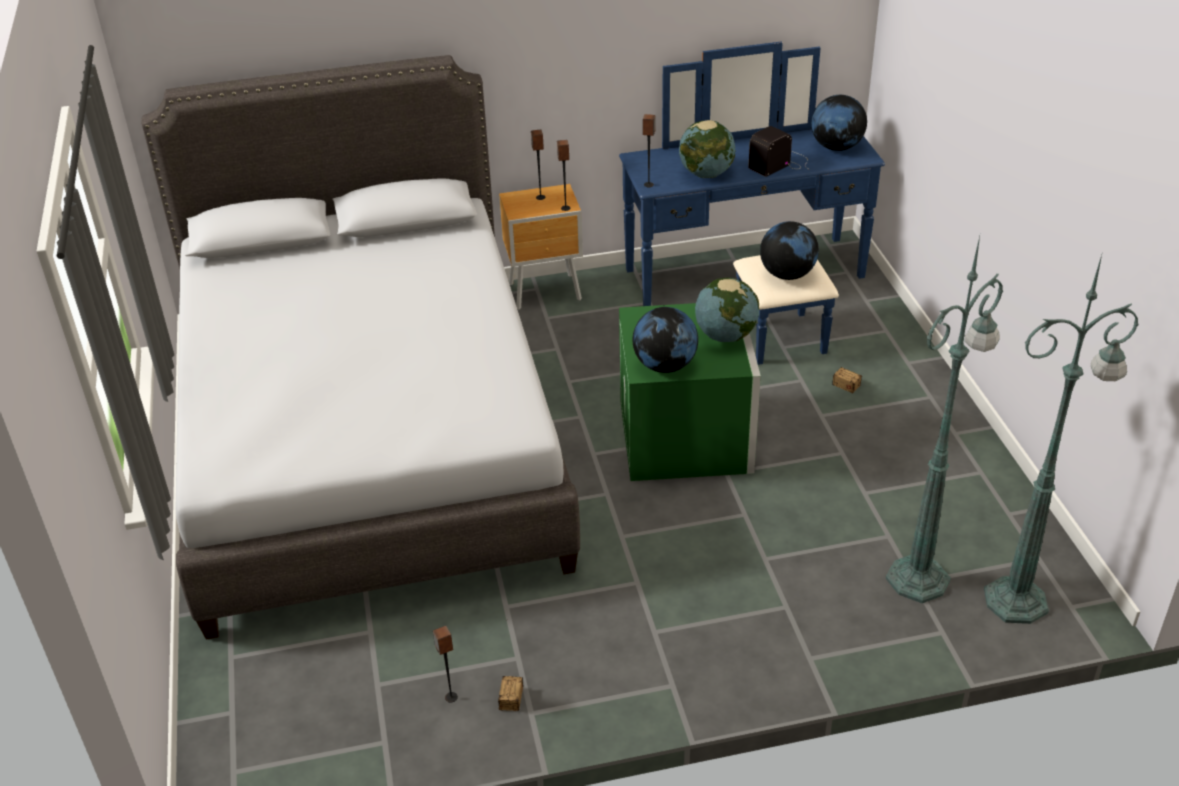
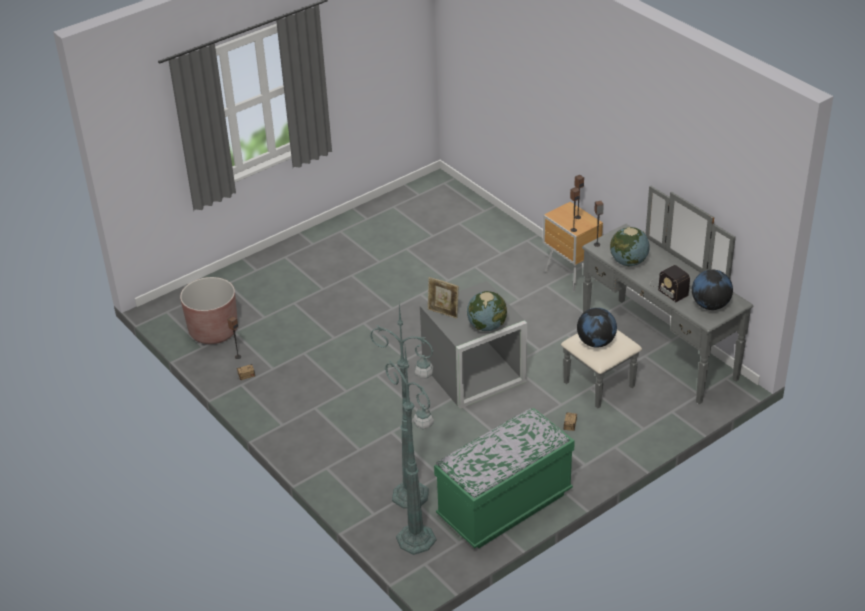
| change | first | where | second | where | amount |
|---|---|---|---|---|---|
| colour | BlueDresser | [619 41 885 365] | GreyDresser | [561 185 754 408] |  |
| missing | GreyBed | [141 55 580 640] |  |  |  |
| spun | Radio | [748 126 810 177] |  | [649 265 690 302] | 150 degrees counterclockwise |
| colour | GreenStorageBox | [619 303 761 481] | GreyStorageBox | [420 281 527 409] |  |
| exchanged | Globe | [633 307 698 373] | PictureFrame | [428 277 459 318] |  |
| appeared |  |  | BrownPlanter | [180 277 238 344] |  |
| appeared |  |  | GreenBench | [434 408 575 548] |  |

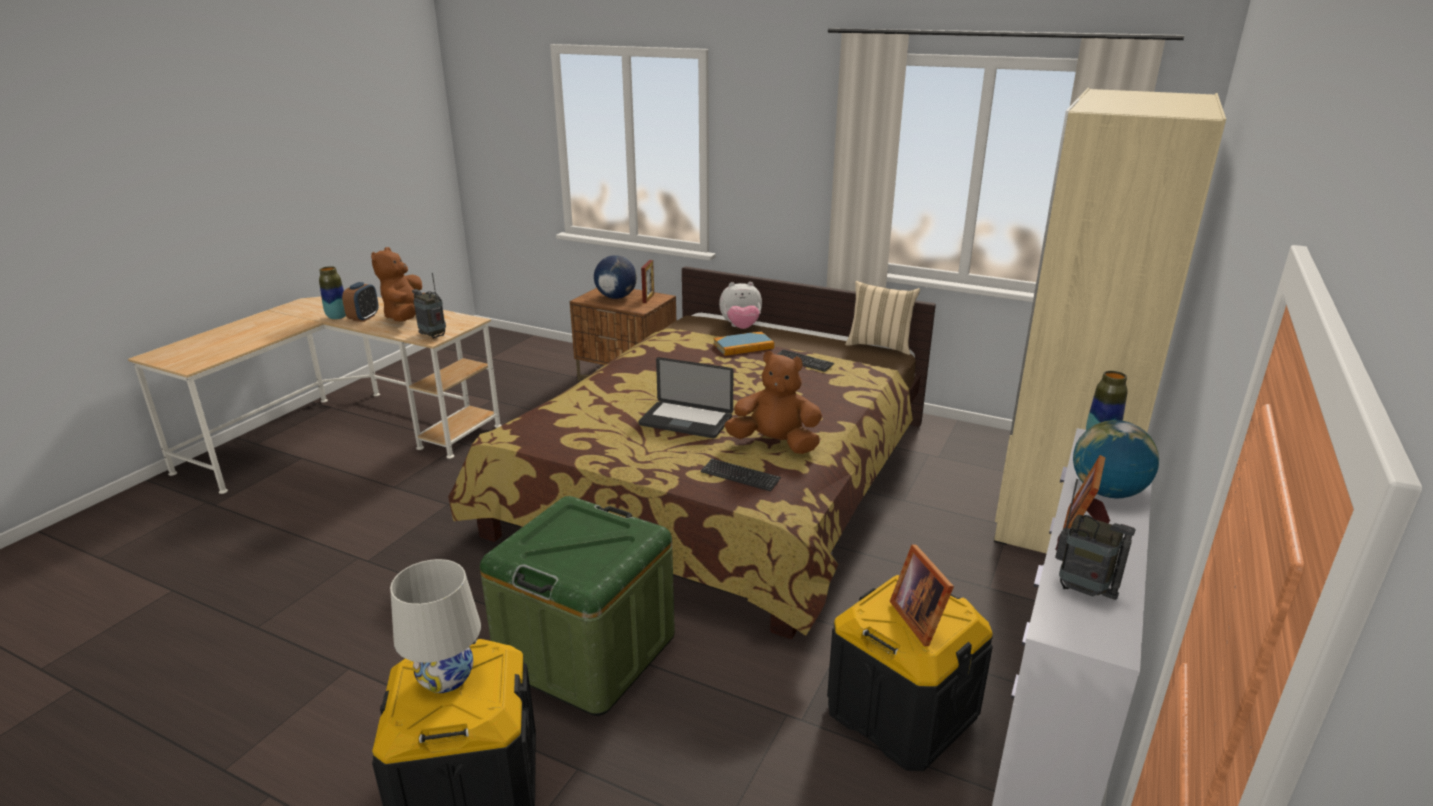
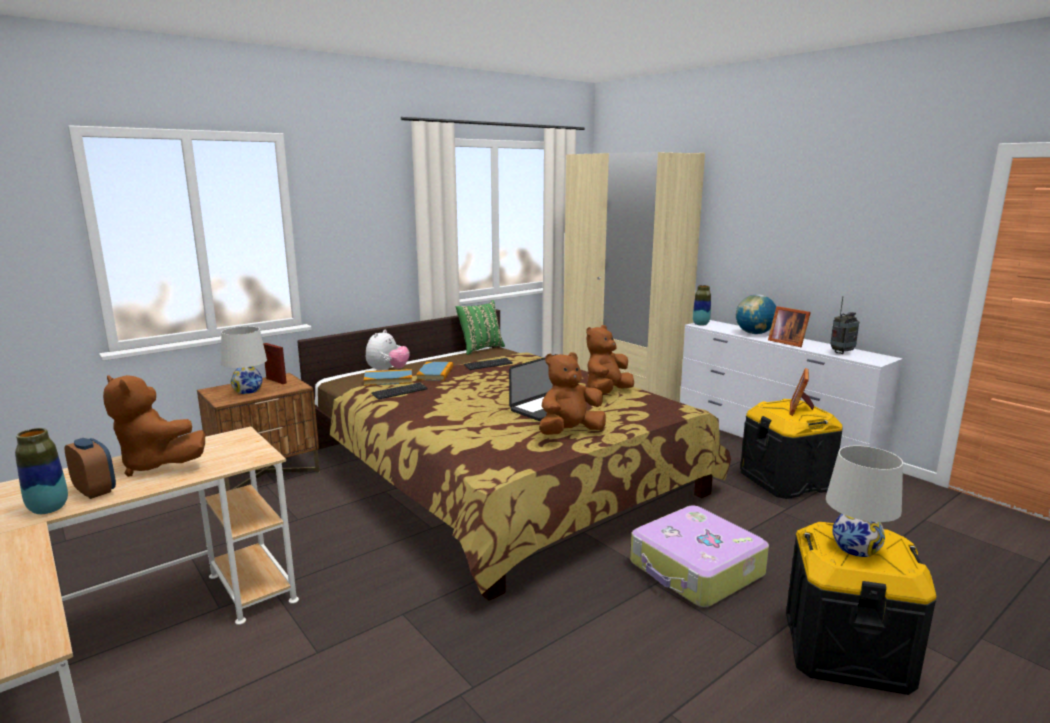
| change | first | where | second | where | amount |
|---|---|---|---|---|---|
| exchanged | Globe | [594 255 637 299] | WhiteTableLamp | [221 326 267 394] |  |
| missing | Radio | [412 273 446 339] |  |  |  |
| colour | BeigePillow | [845 281 920 355] | GreenPillow | [456 300 505 355] |  |
| relocated | Keyboard | [701 459 781 491] |  | [372 382 428 400] |  |
| exchanged | GreenStorageBox | [480 496 675 716] | Suitcase | [630 505 769 607] |  |
| spun | PictureFrame | [890 544 954 646] |  | [789 368 815 416] | 105 degrees clockwise |
| appeared |  |  | BrownPlushToy | [539 352 606 435] |  |
| appeared |  |  | Book | [364 369 412 386] |  |

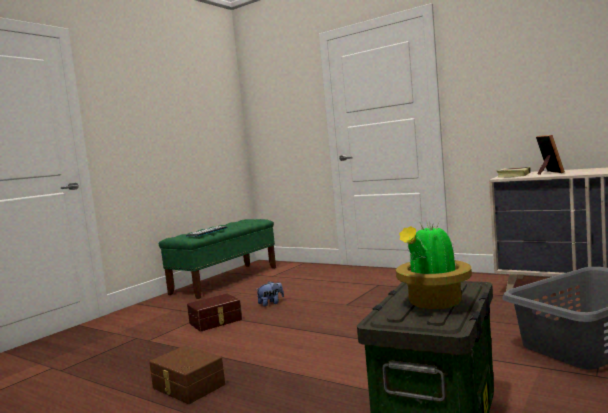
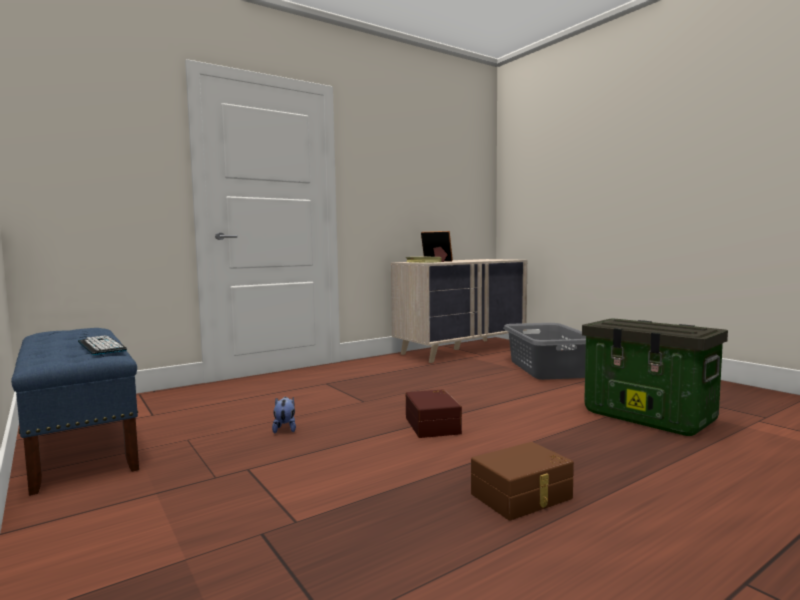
| change | first | where | second | where | amount |
|---|---|---|---|---|---|
| colour | GreenBench | [159 219 276 299] | BlueBench | [11 328 139 496] |  |
| missing | PottedPlant | [396 223 472 309] |  |  |  |
| relocated | BrownStorageBox | [187 294 242 332] |  | [406 389 462 438] |  |

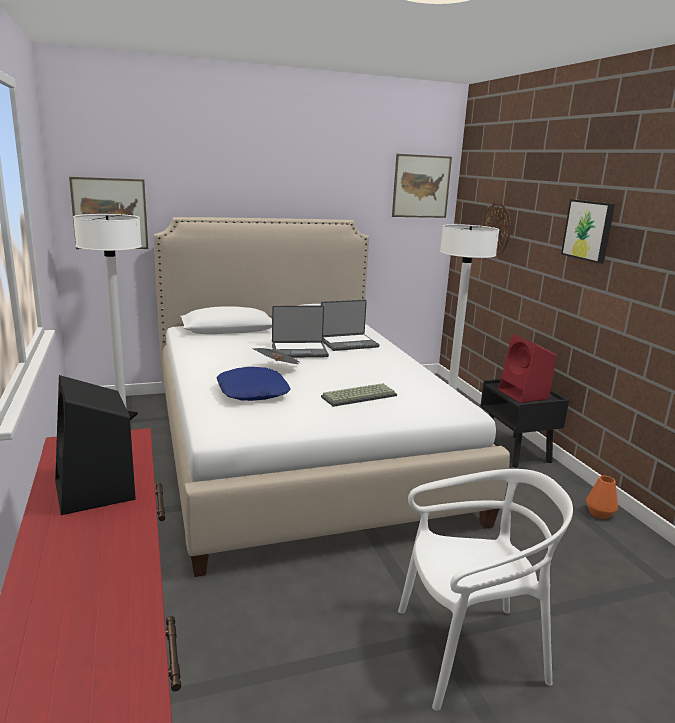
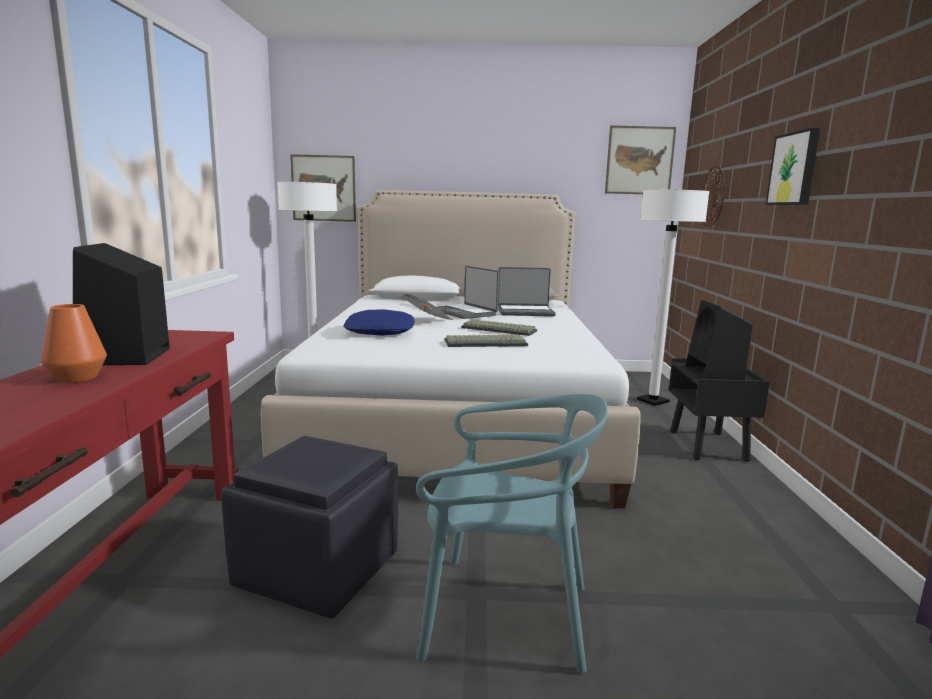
| change | first | where | second | where | amount |
|---|---|---|---|---|---|
| spun | Laptop | [272 305 329 358] |  | [437 266 500 319] | 45 degrees clockwise |
| colour | RedSpeaker | [498 334 557 403] | BlackSpeaker | [685 300 753 380] |  |
| colour | WhiteChair | [398 469 573 711] | TurquoiseChair | [416 394 608 673] |  |
| relocated | OrangeVase | [586 476 618 519] |  | [40 304 107 383] |  |
| appeared |  |  | Keyboard | [461 319 537 336] |  |
| appeared |  |  | BlackOttoman | [221 436 398 619] |  |

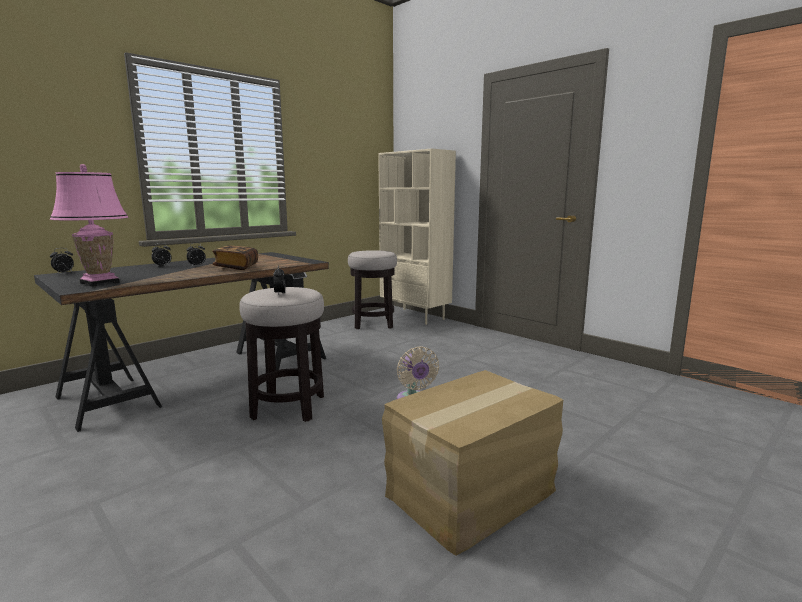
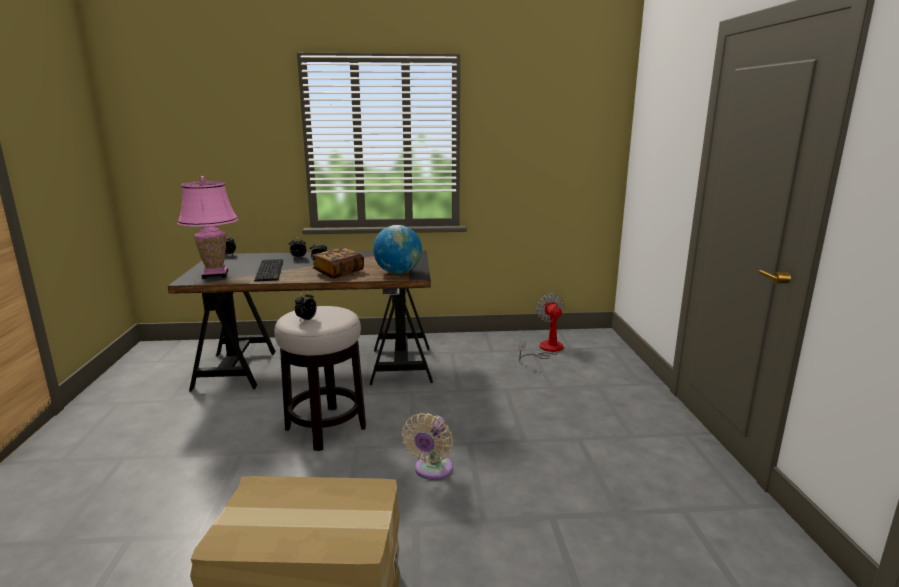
| change | first | where | second | where | amount |
|---|---|---|---|---|---|
| missing | BeigeBookcase | [378 149 456 325] |  |  |  |
| exchanged | Stool | [348 250 397 329] | Fan | [519 293 565 361] |  |
| appeared |  |  | Globe | [373 225 422 274] |  |
| appeared |  |  | Keyboard | [254 259 284 282] |  |

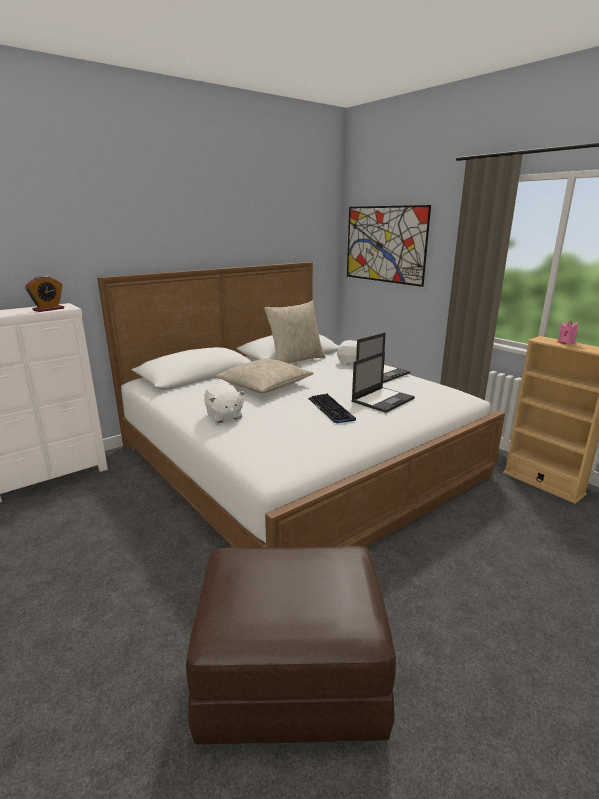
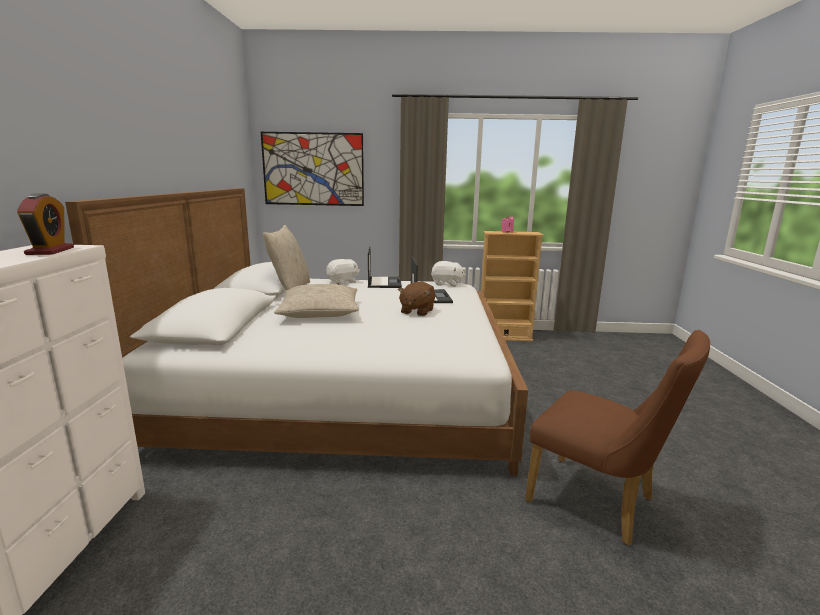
| change | first | where | second | where | amount |
|---|---|---|---|---|---|
| relocated | WhitePlushToy | [204 383 245 423] |  | [431 261 466 286] |  |
| exchanged | Keyboard | [308 394 356 423] | BrownPlushToy | [398 281 435 316] |  |
| exchanged | BrownOttoman | [186 546 396 745] | BrownChair | [525 330 710 545] |  |

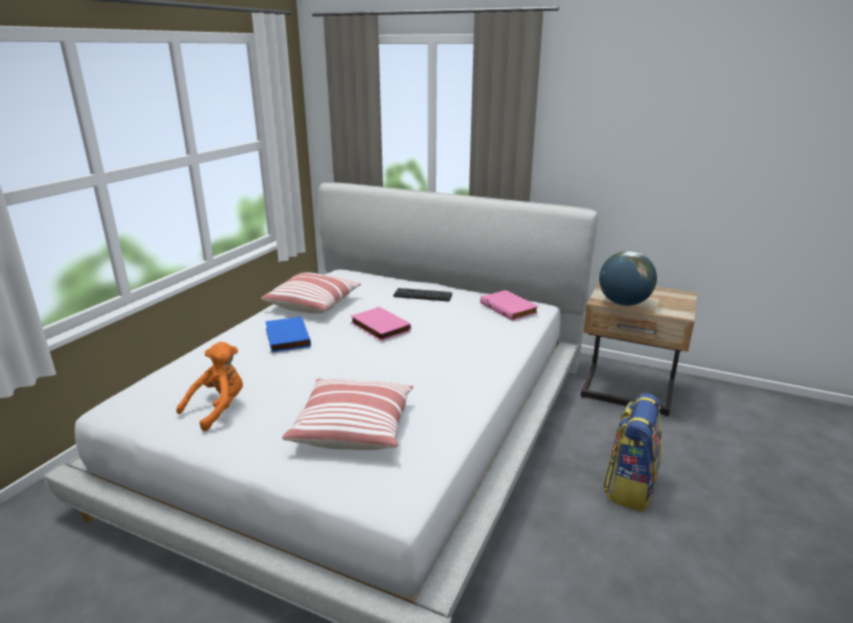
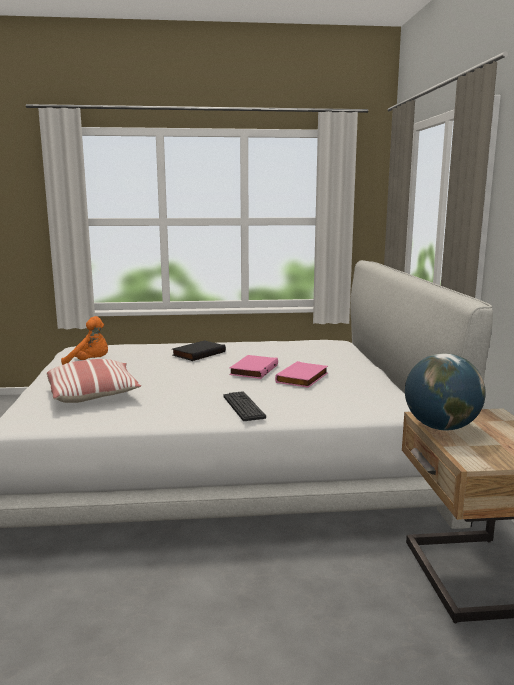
| change | first | where | second | where | amount |
|---|---|---|---|---|---|
| missing | Pillow | [261 273 361 314] |  |  |  |
| relocated | Keyboard | [394 288 452 302] |  | [224 391 266 421] |  |
| relocated | PinkBook | [480 290 539 321] |  | [275 361 328 388] |  |
| colour | BlueBook | [265 316 311 353] | BlackBook | [172 340 226 361] |  |
| missing | Backpack | [603 393 662 512] |  |  |  |

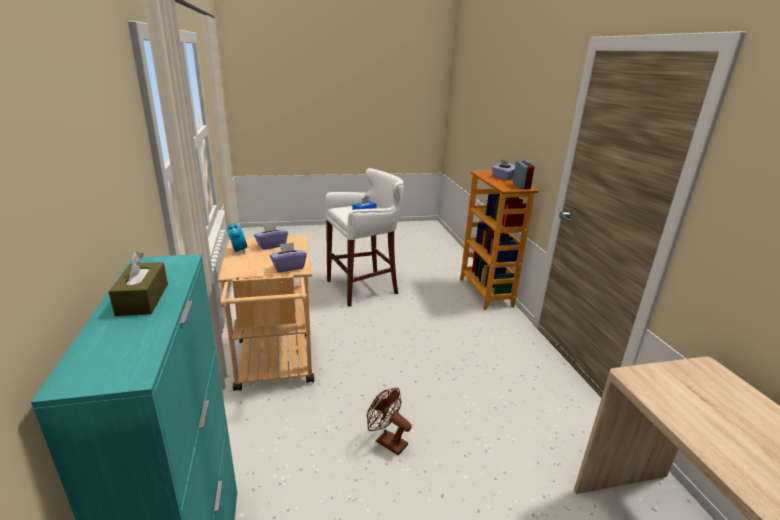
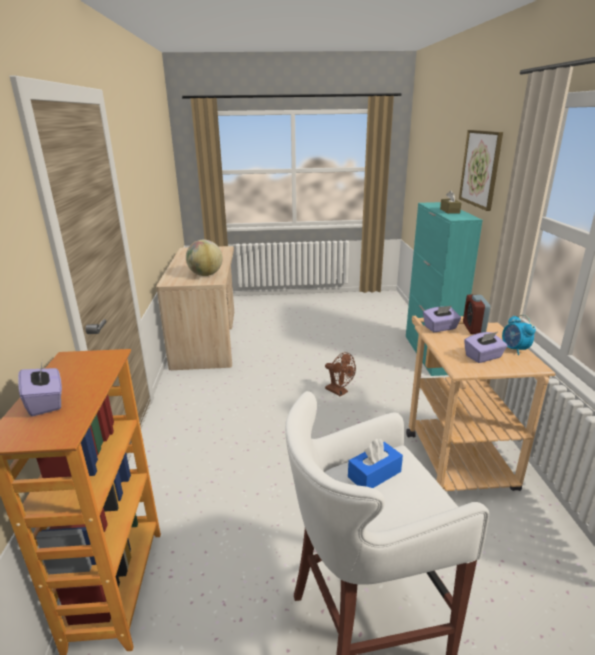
| change | first | where | second | where | amount |
|---|---|---|---|---|---|
| relocated | AlarmClock | [513 160 534 189] |  | [463 295 490 334] |  |
| appeared |  |  | Picture | [459 130 503 211] |  |
| appeared |  |  | Globe | [186 240 223 276] |  |

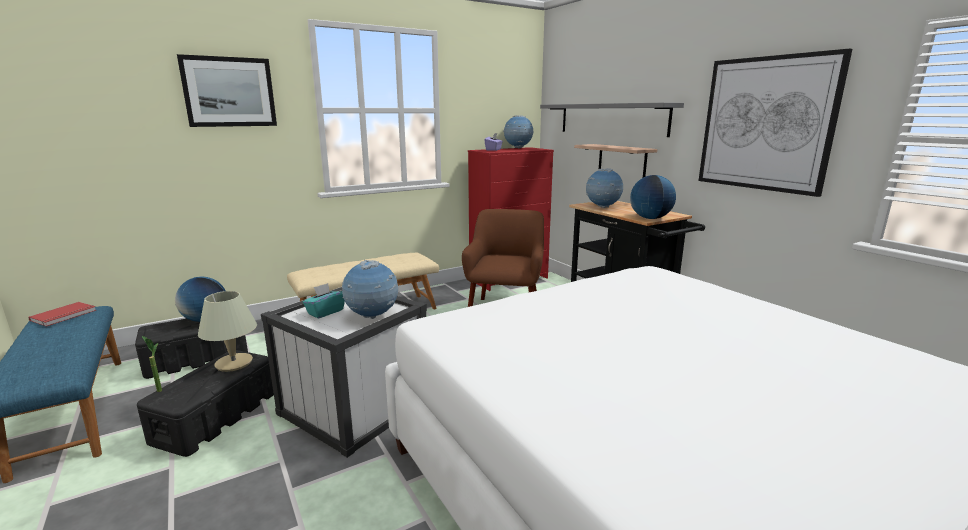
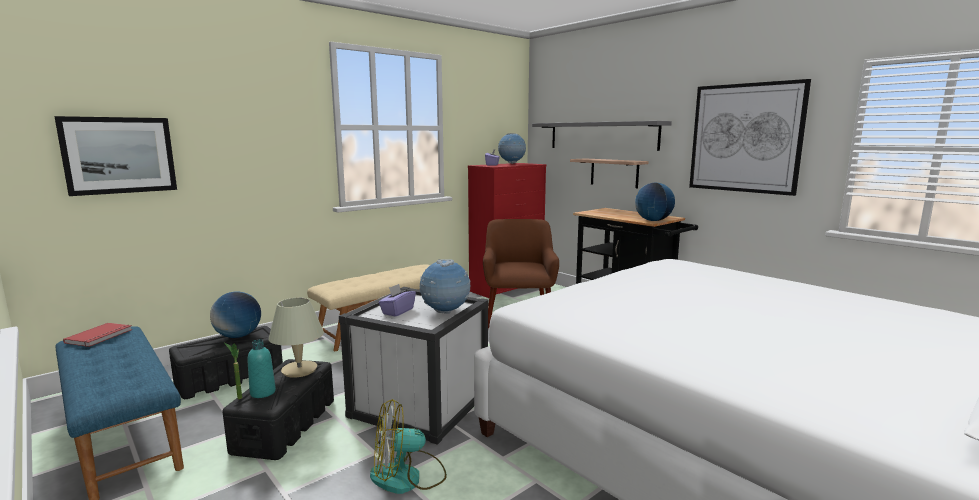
| change | first | where | second | where | amount |
|---|---|---|---|---|---|
| relocated | Picture | [177 54 277 127] |  | [54 116 177 196] |  |
| missing | Globe | [586 168 623 208] |  |  |  |
| colour | TurquoiseTissueBox | [303 283 345 319] | PurpleTissueBox | [378 284 416 317] |  |
| appeared |  |  | TurquoiseBottle | [247 339 276 398] |  |
| appeared |  |  | Fan | [370 399 447 494] |  |

